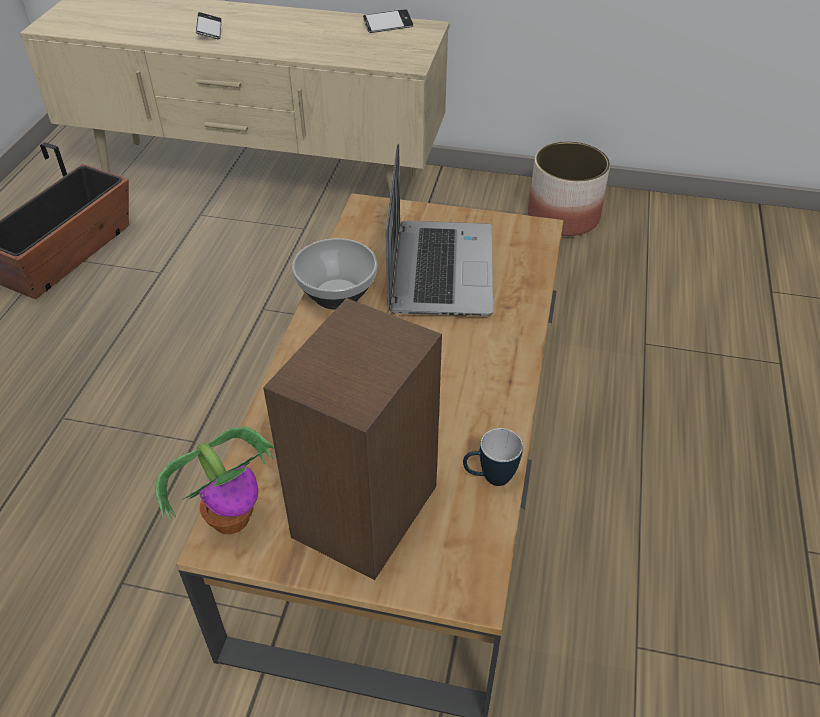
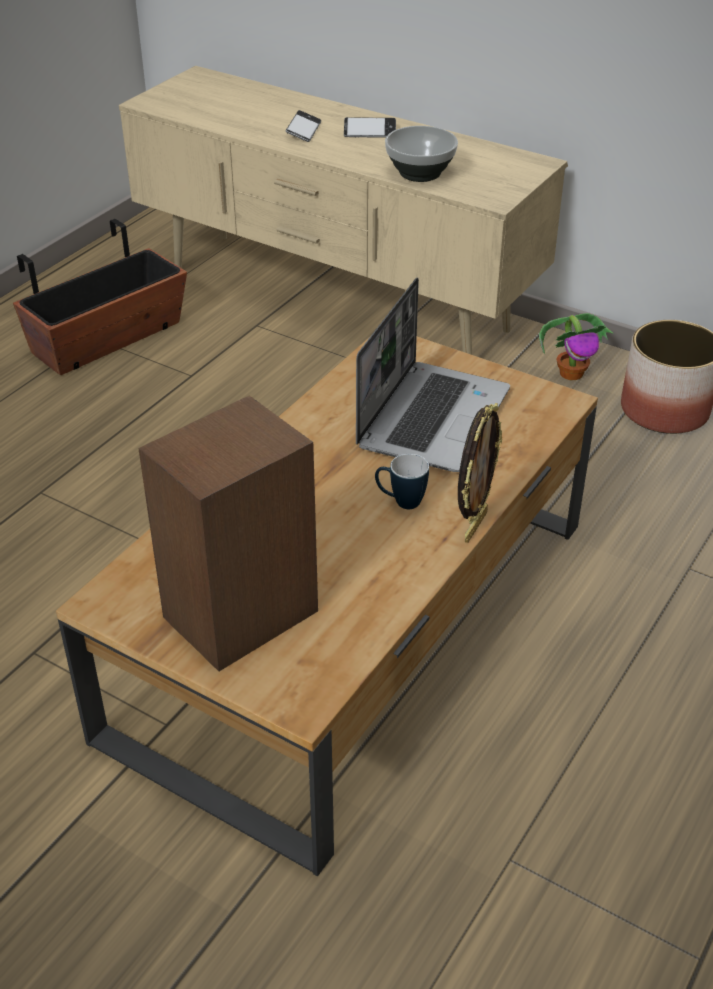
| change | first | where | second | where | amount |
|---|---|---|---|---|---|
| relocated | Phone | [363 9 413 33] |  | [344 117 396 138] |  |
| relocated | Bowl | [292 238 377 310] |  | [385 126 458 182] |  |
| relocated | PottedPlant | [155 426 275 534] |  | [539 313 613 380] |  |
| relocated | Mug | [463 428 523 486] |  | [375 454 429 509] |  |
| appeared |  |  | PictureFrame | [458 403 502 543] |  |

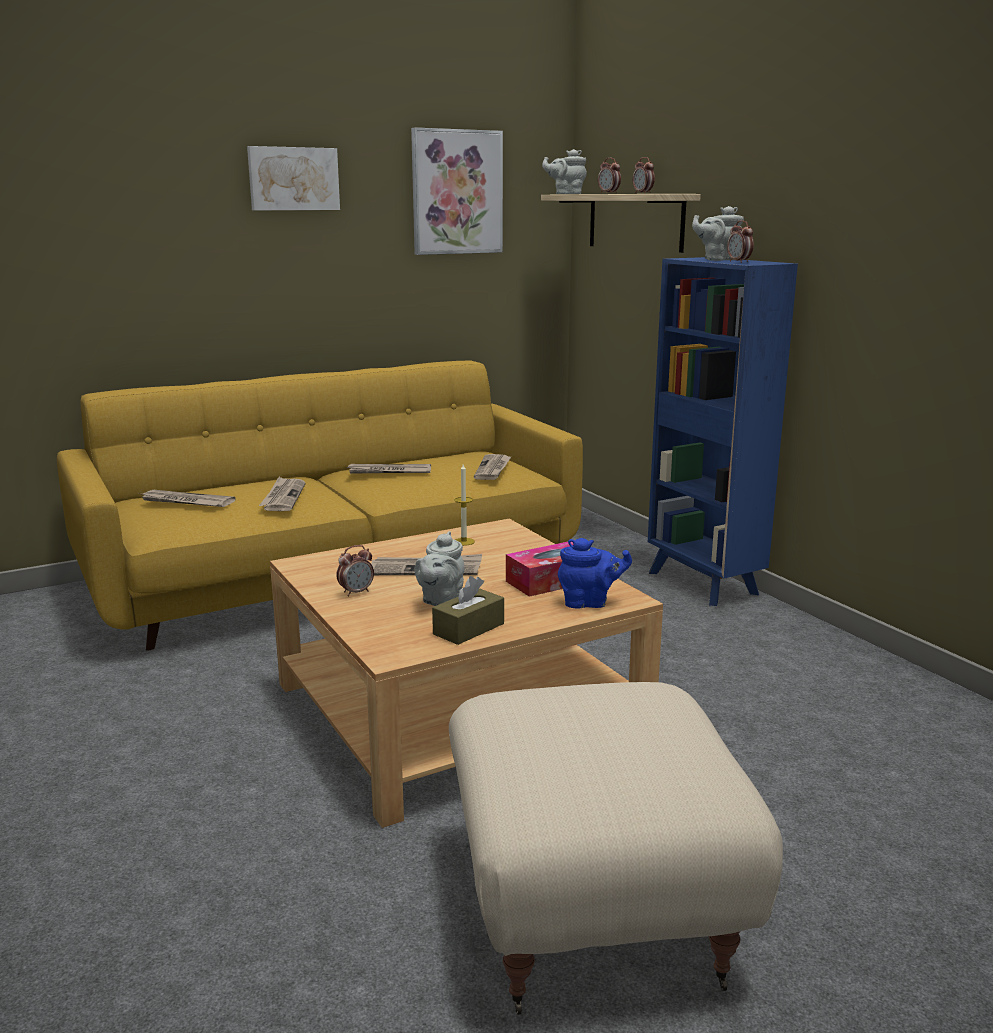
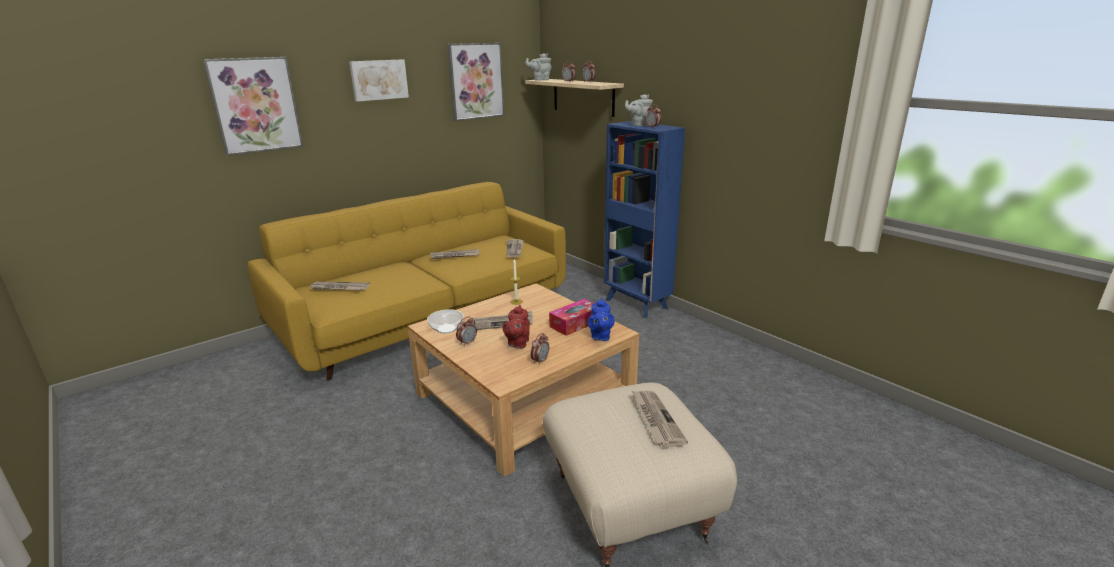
| change | first | where | second | where | amount |
|---|---|---|---|---|---|
| relocated | Newspaper | [259 477 306 511] |  | [631 390 688 448] |  |
| colour | GreyTeapot | [415 531 465 606] | RedTeapot | [503 305 530 349] |  |
| spun | BlueTeapot | [558 538 632 608] |  | [587 298 615 341] | 105 degrees clockwise |
| exchanged | BrownTissueBox | [432 576 504 645] | AlarmClock | [530 333 549 365] |  |
| appeared |  |  | Picture | [203 57 303 156] |  |
| appeared |  |  | Bowl | [427 309 464 333] |  |

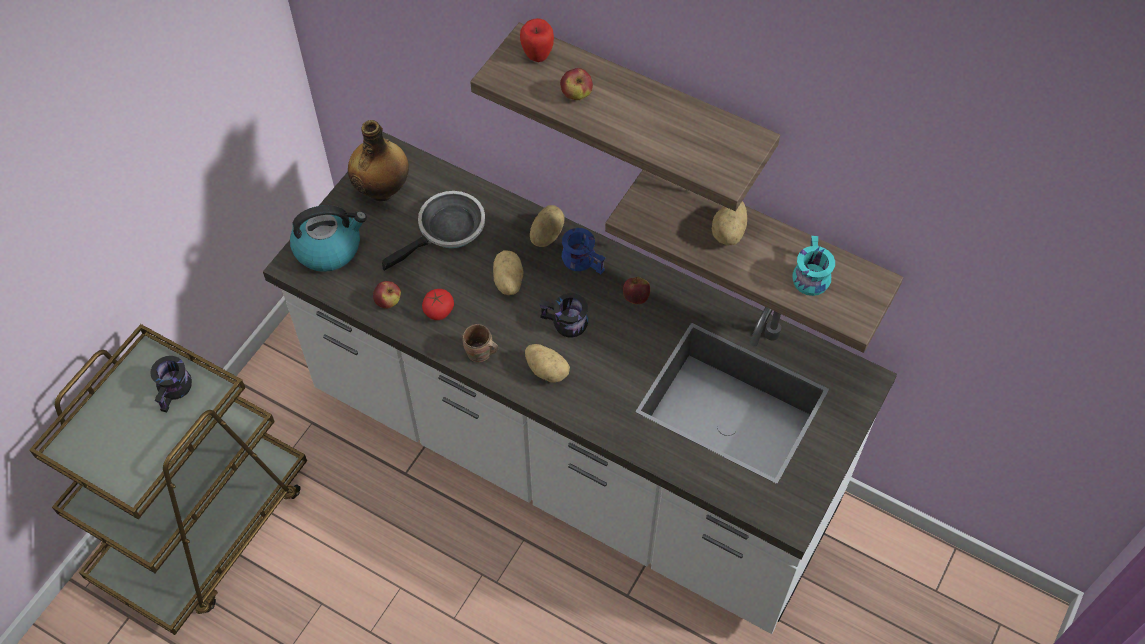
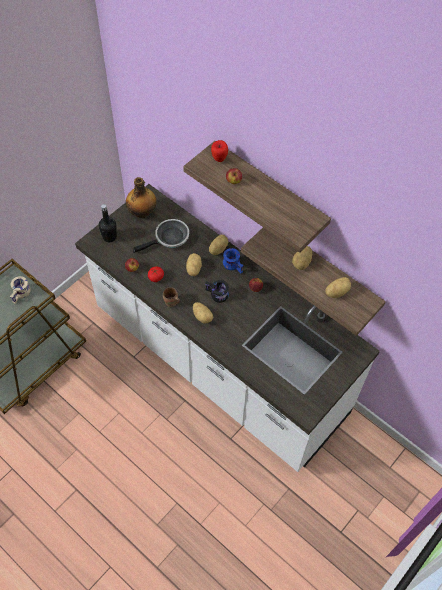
| change | first | where | second | where | amount |
|---|---|---|---|---|---|
| exchanged | Kettle | [290 205 367 272] | BlackBottle | [99 204 117 242] |  |
| exchanged | TurquoiseMug | [792 236 835 296] | Potato | [325 277 351 298] |  |
| colour | BlackMug | [150 356 192 412] | BeigeMug | [10 276 31 304] |  |

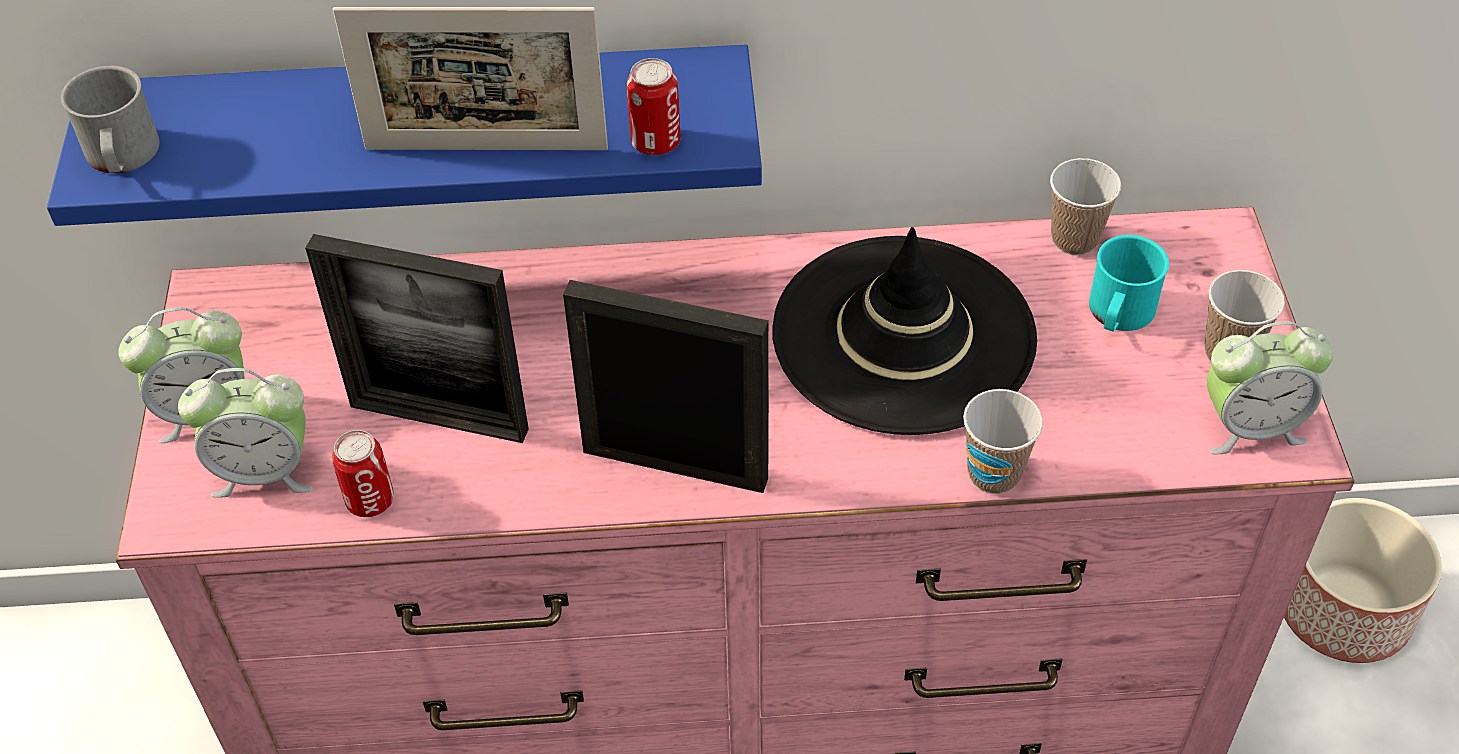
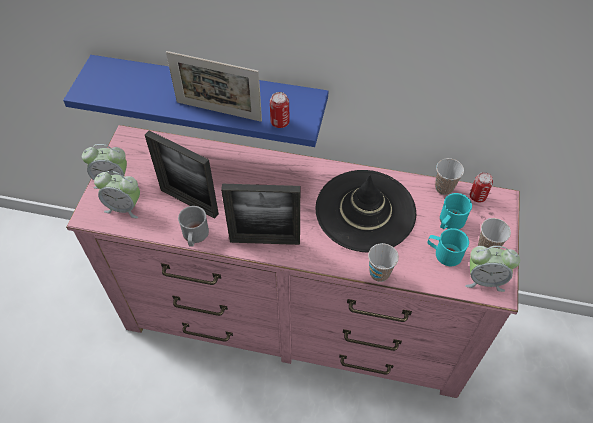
| change | first | where | second | where | amount |
|---|---|---|---|---|---|
| relocated | GreyMug | [61 66 159 173] |  | [178 206 209 247] |  |
| spun | PictureFrame | [563 280 769 493] |  | [221 184 300 245] | 150 degrees clockwise |
| relocated | Can | [332 430 394 517] |  | [470 172 493 203] |  |
| missing | Planter | [1284 498 1442 663] |  |  |  |
| appeared |  |  | TurquoiseMug | [428 228 469 266] |  |

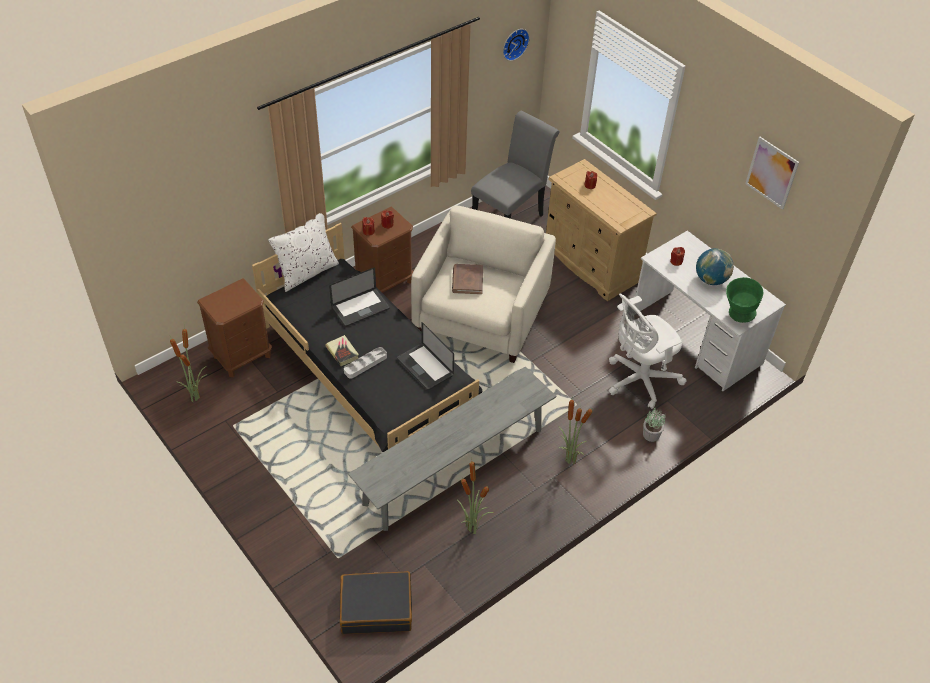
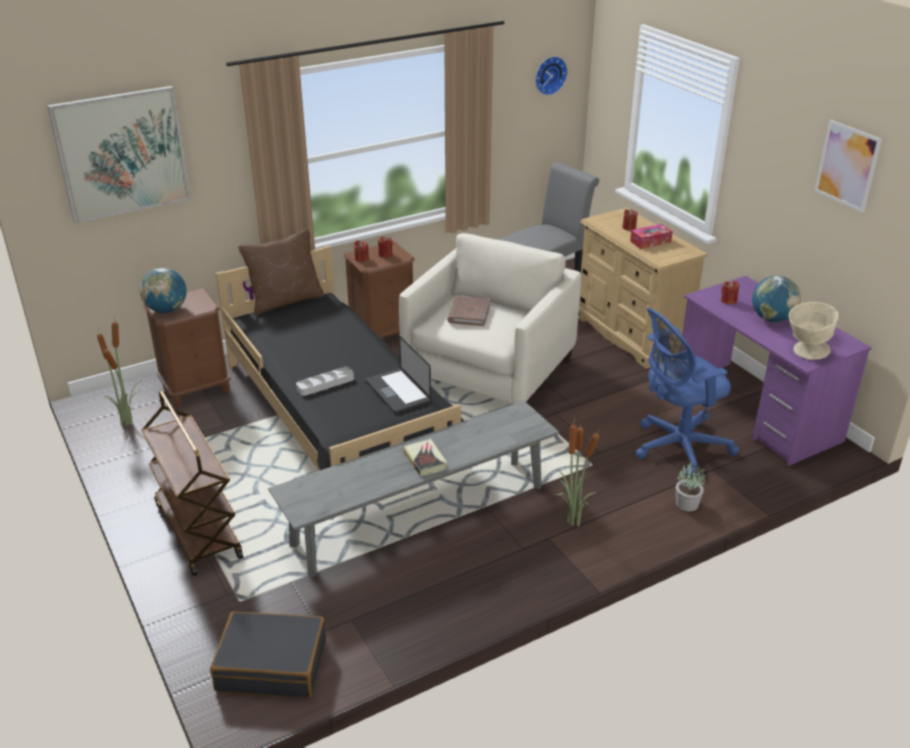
| change | first | where | second | where | amount |
|---|---|---|---|---|---|
| colour | WhitePillow | [268 213 339 292] | BrownPillow | [238 229 325 315] |  |
| colour | WhiteDesk | [634 230 786 391] | PurpleDesk | [682 276 871 466] |  |
| missing | Laptop | [329 268 390 327] |  |  |  |
| colour | GreenBowl | [726 277 763 323] | BeigeBowl | [789 302 838 360] |  |
| colour | WhiteOfficeChair | [608 293 686 409] | BlueOfficeChair | [635 308 740 477] |  |
| relocated | Book | [326 335 359 366] |  | [403 439 447 476] |  |
| missing | PottedPlant | [457 462 494 534] |  |  |  |
| appeared |  |  | Picture | [47 86 191 223] |  |
| appeared |  |  | TissueBox | [630 224 673 249] |  |
| appeared |  |  | Globe | [140 268 187 313] |  |
| appeared |  |  | BrownCart | [142 390 243 576] |  |

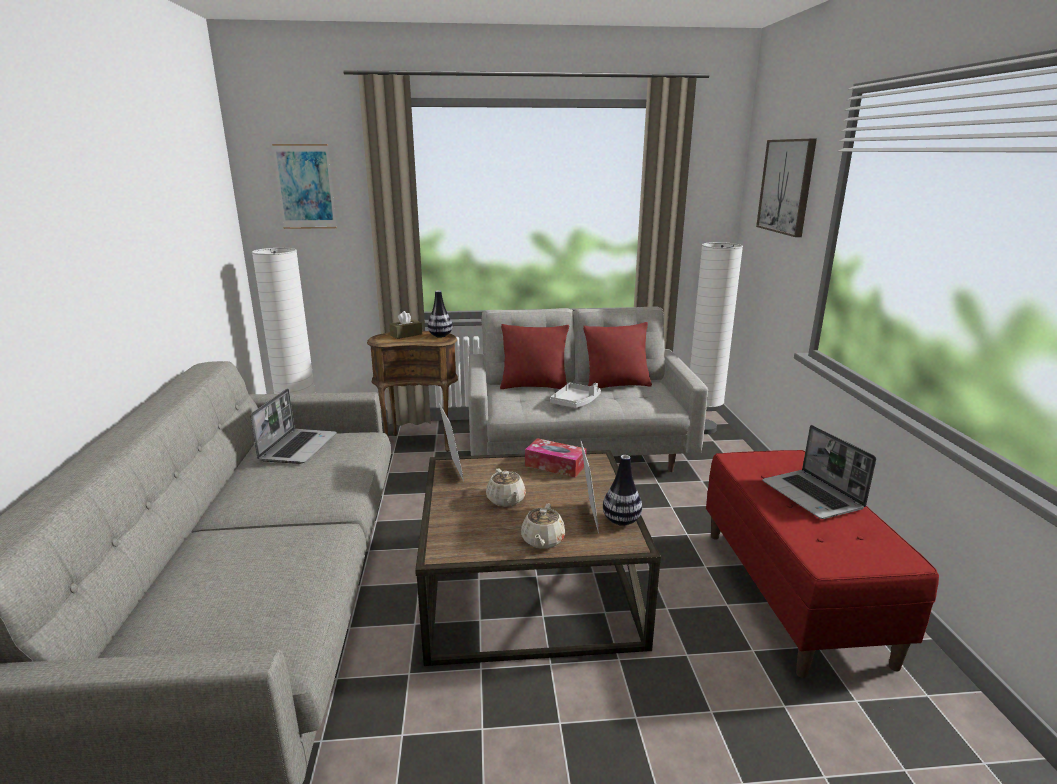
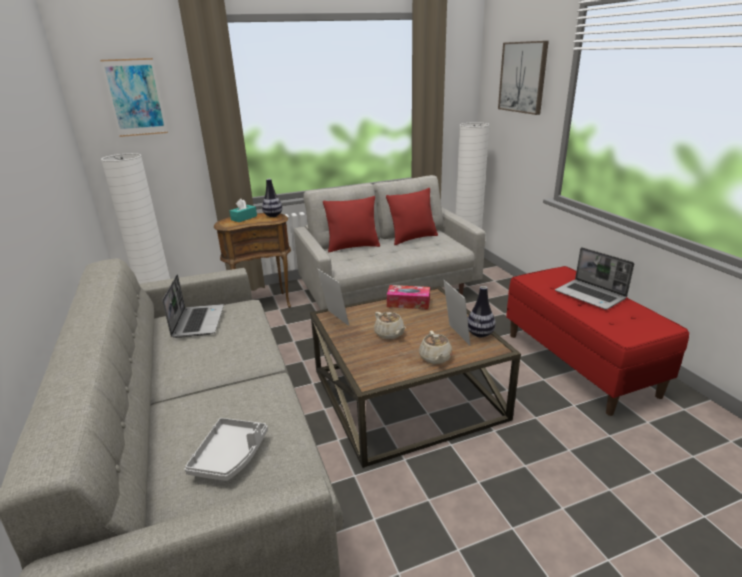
| change | first | where | second | where | amount |
|---|---|---|---|---|---|
| colour | BrownTissueBox | [389 311 422 339] | TurquoiseTissueBox | [230 199 257 222] |  |
| relocated | GreyTray | [550 383 601 408] |  | [185 418 268 481] |  |

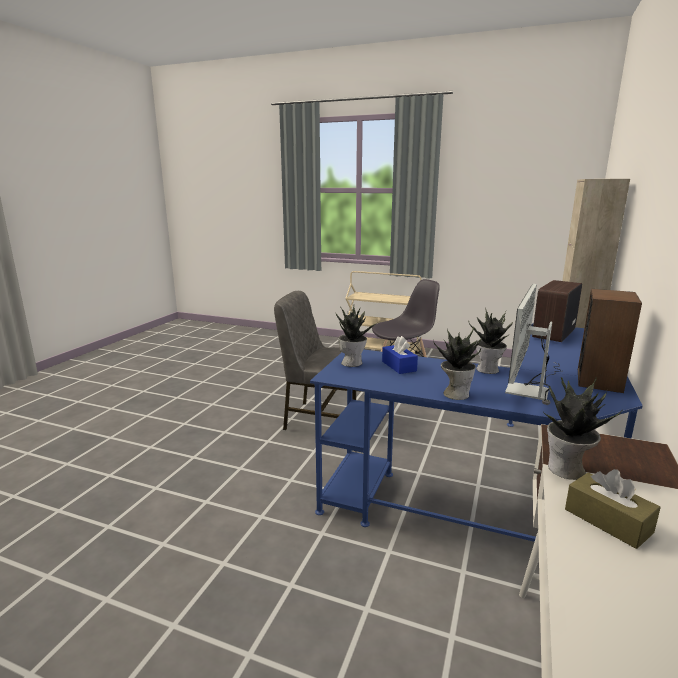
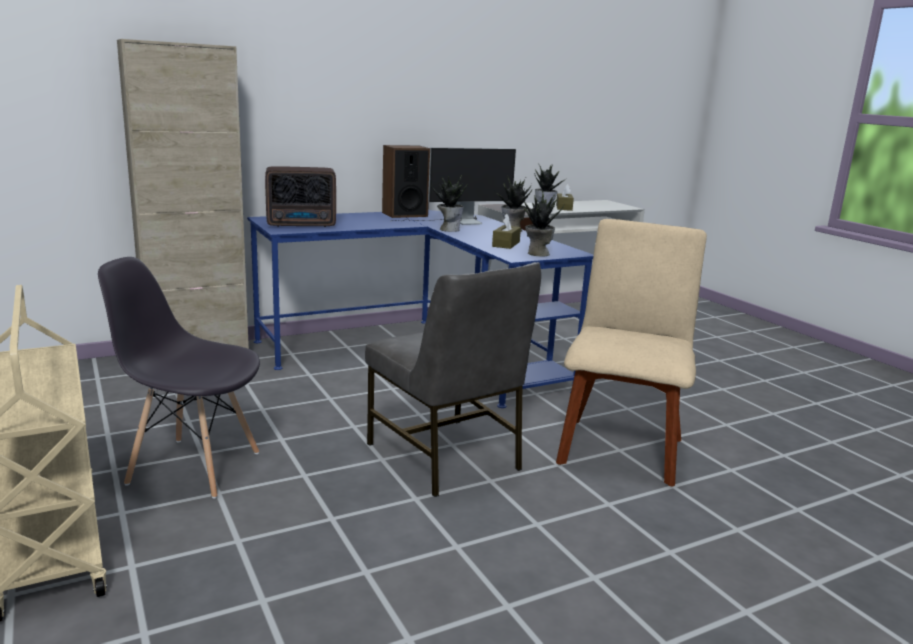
| change | first | where | second | where | amount |
|---|---|---|---|---|---|
| colour | BlueTissueBox | [382 336 418 374] | BrownTissueBox | [492 214 521 249] |  |
| appeared |  |  | BeigeChair | [556 219 707 486] |  |

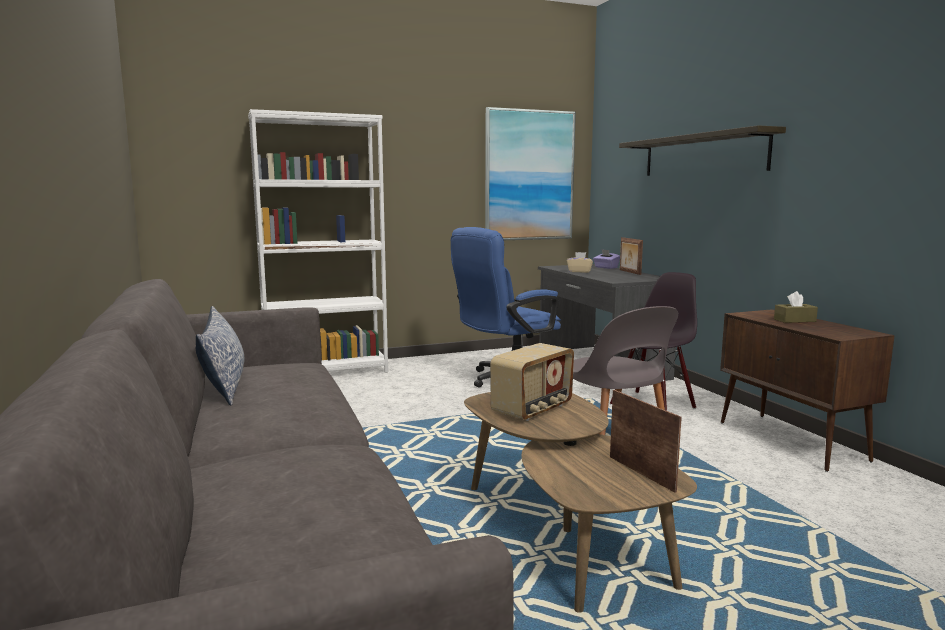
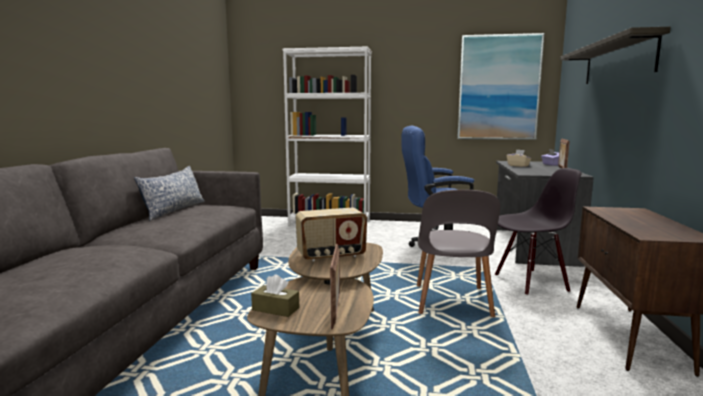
| change | first | where | second | where | amount |
|---|---|---|---|---|---|
| relocated | BrownTissueBox | [774 291 818 323] |  | [251 274 299 317] |  |

